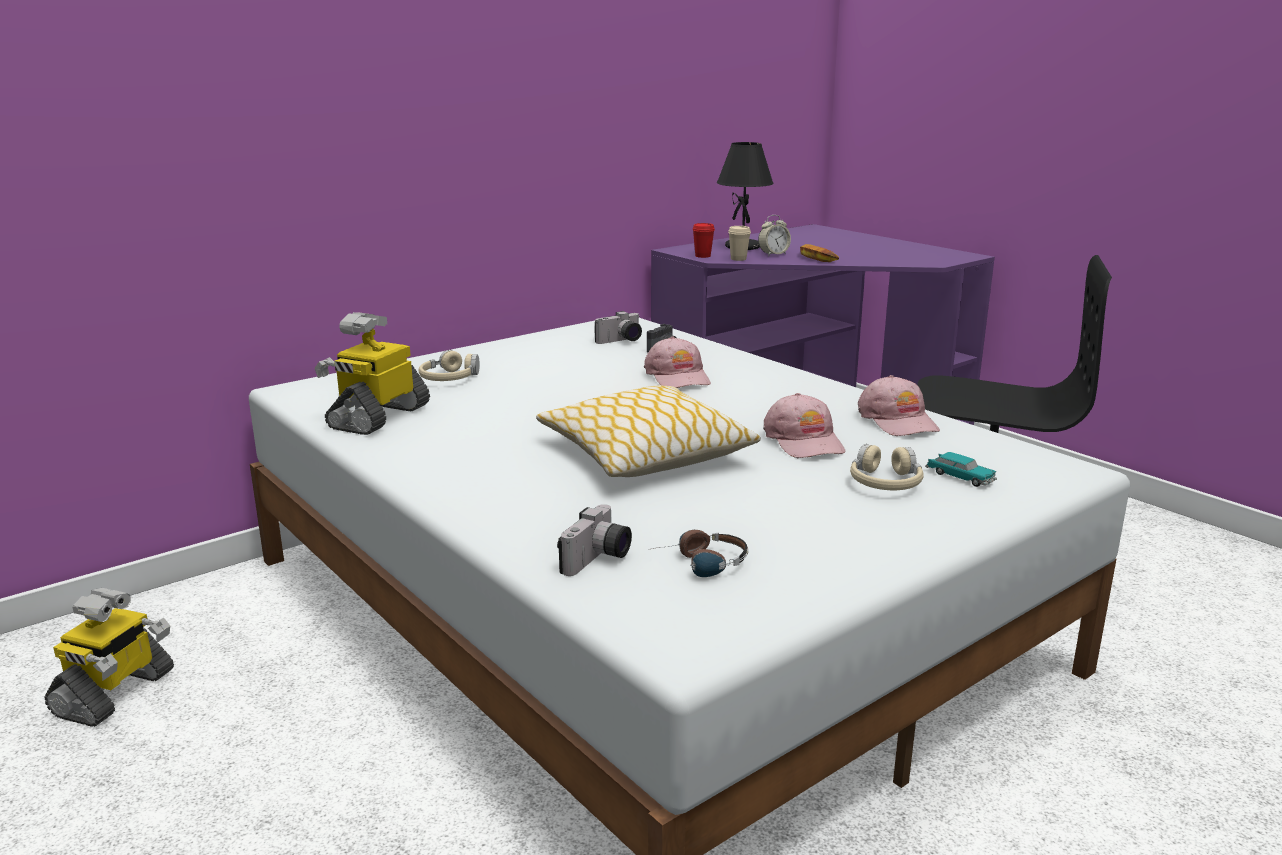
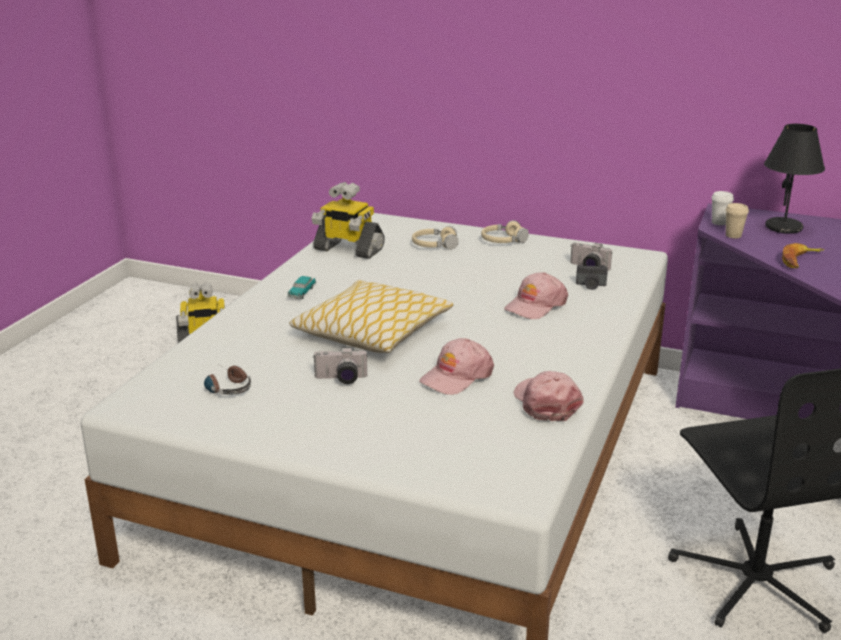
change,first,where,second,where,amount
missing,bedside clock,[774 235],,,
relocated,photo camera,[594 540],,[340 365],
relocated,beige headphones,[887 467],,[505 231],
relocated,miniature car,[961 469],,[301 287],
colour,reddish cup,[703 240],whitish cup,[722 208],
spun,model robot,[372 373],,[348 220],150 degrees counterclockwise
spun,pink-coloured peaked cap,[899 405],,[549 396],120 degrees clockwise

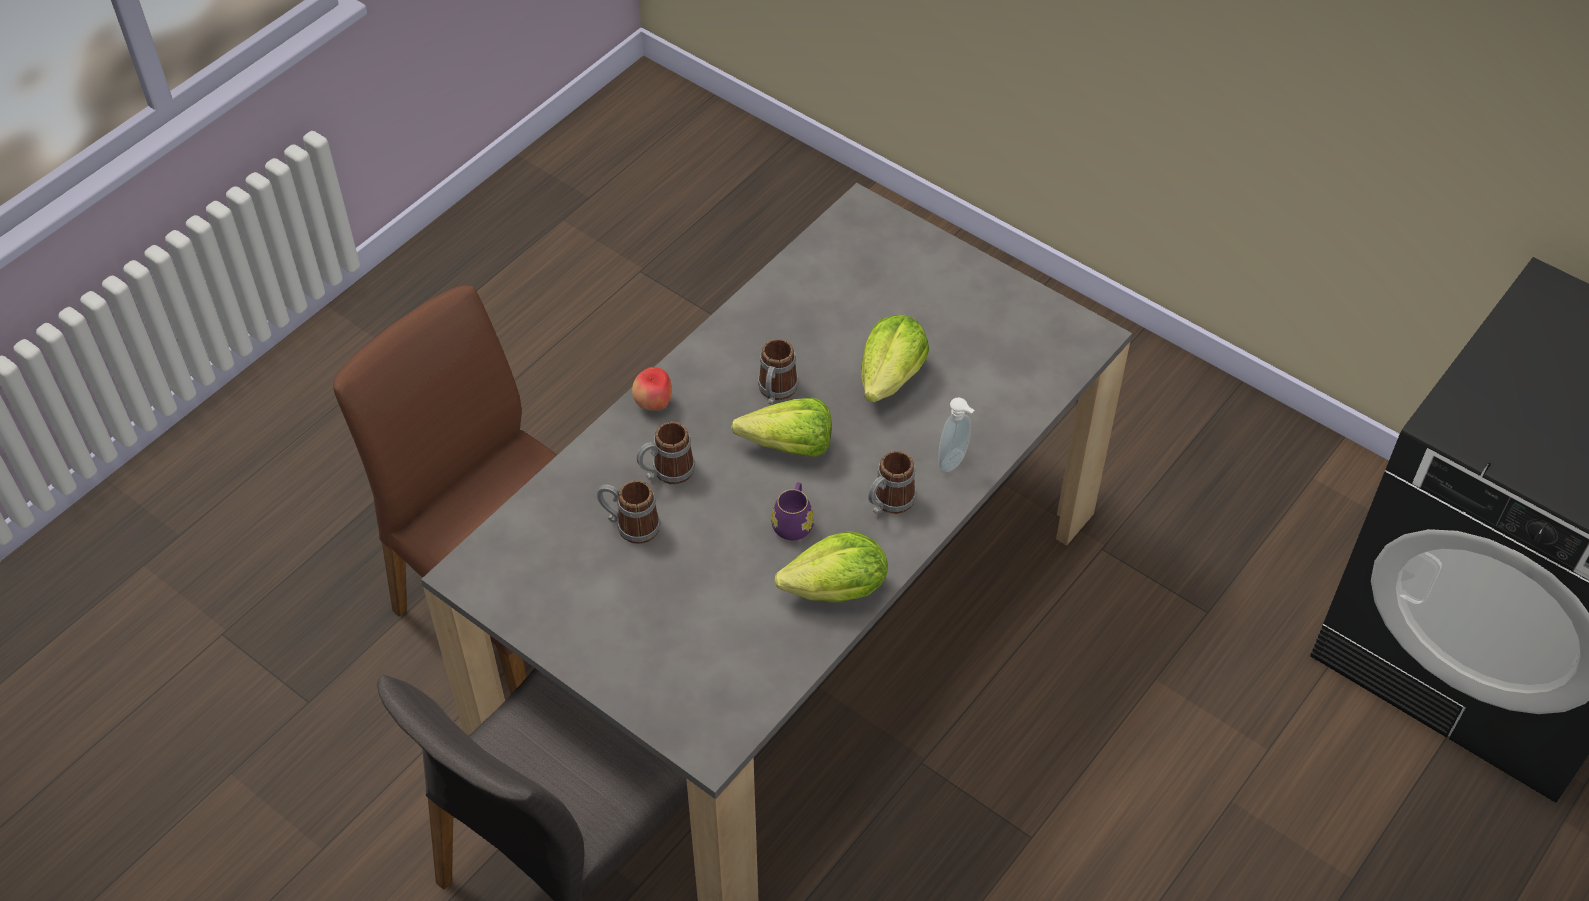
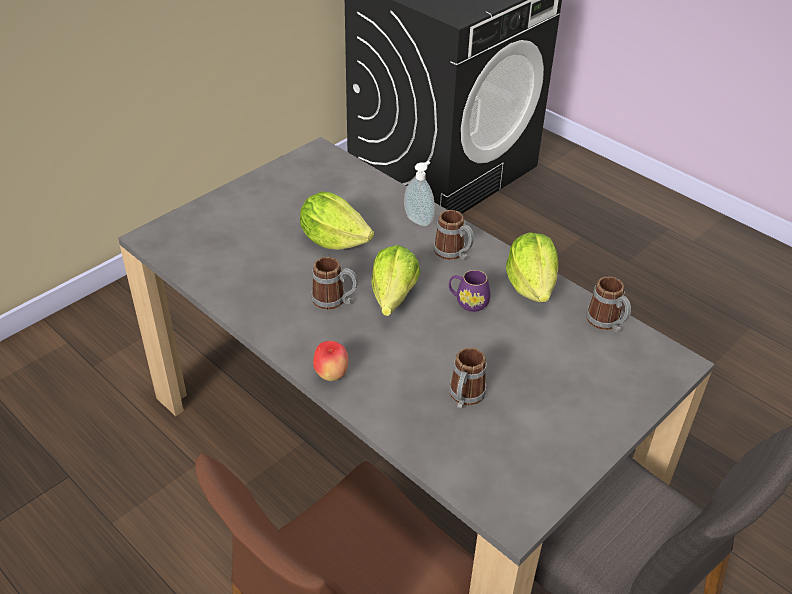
change,first,where,second,where,amount
relocated,coffee mug,[665 453],,[608 304],

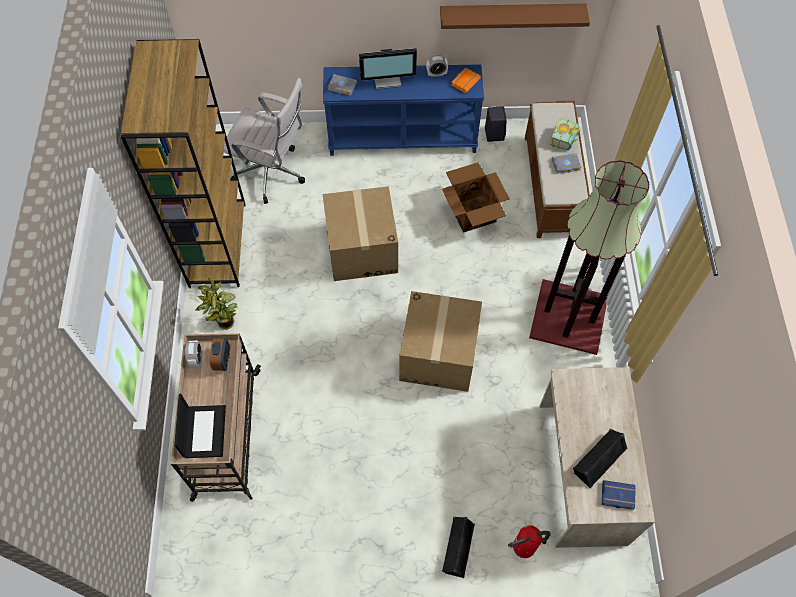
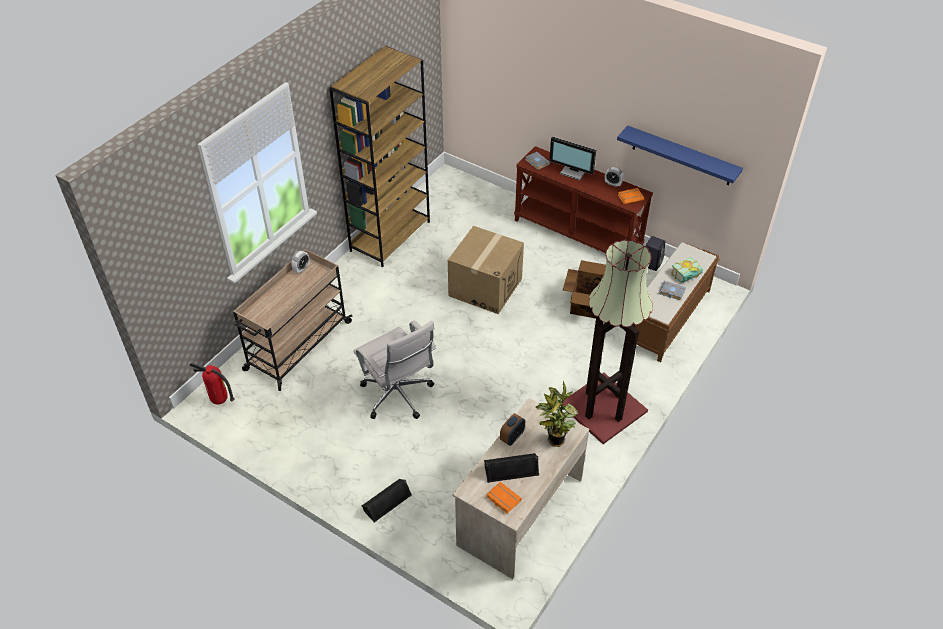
change,first,where,second,where,amount
missing,notebook computer,[200 426],,,
missing,cardboard box,[440 341],,,
relocated,plant in a pot,[217 303],,[557 414],
relocated,bedside clock,[219 354],,[512 429],
relocated,whitish desk chair,[264 141],,[394 369],
relocated,fire-fighting cylinder,[529 541],,[212 383],
colour,bluish console table,[403 110],brown-coloured console table,[583 199],
colour,brown-coloured wall shelf,[515 16],bluish wall shelf,[680 155],
colour,bluish book,[619 495],orangey book,[504 498],

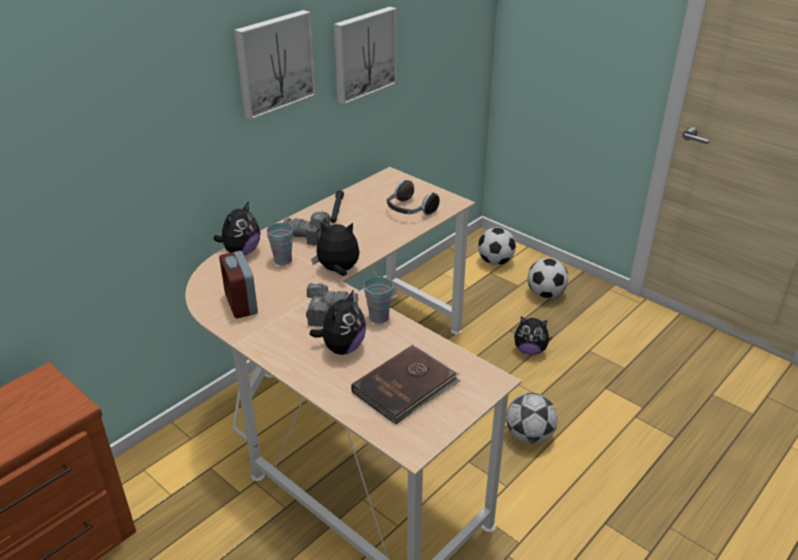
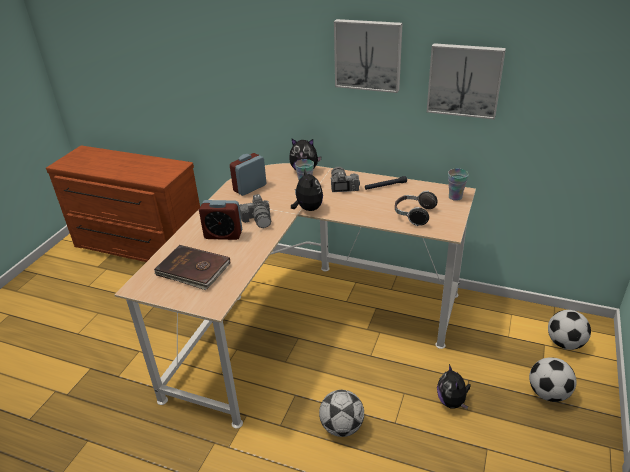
change,first,where,second,where,amount
relocated,cup,[378 300],,[458 185],
exchanged,plush toy,[338 322],bedside clock,[220 220],

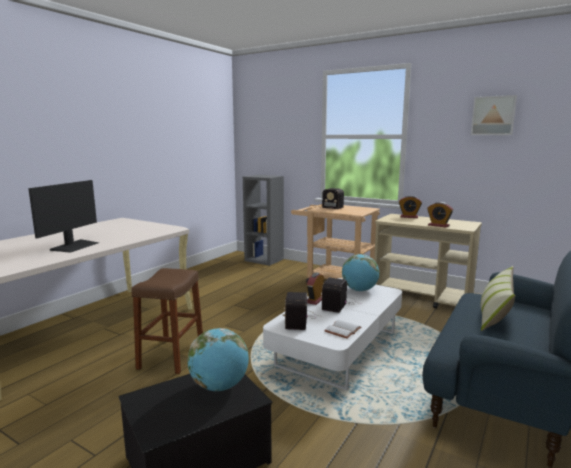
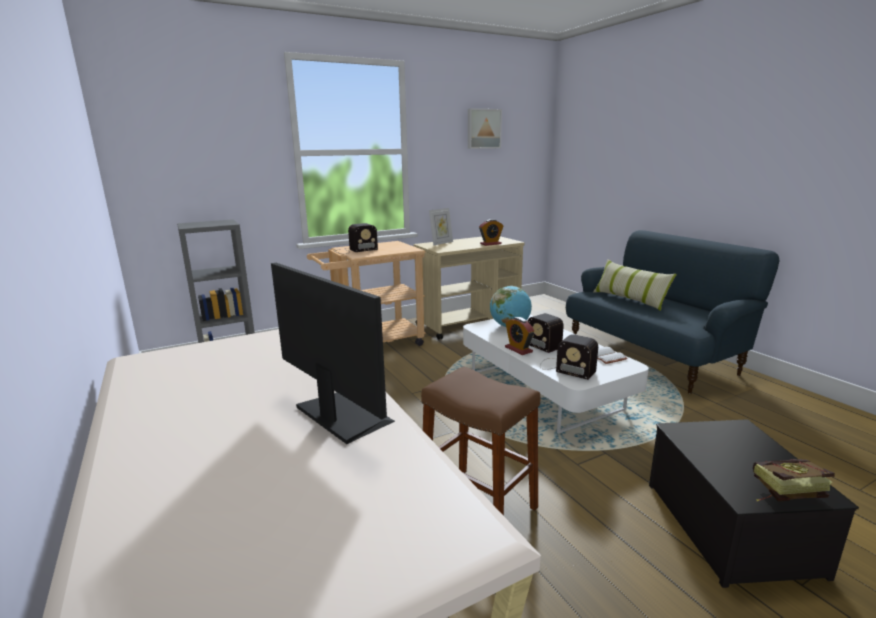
change,first,where,second,where,amount
missing,world globe,[218 359],,,
appeared,,,book,[794 480],
exchanged,bedside clock,[410 207],photo frame,[441 226],

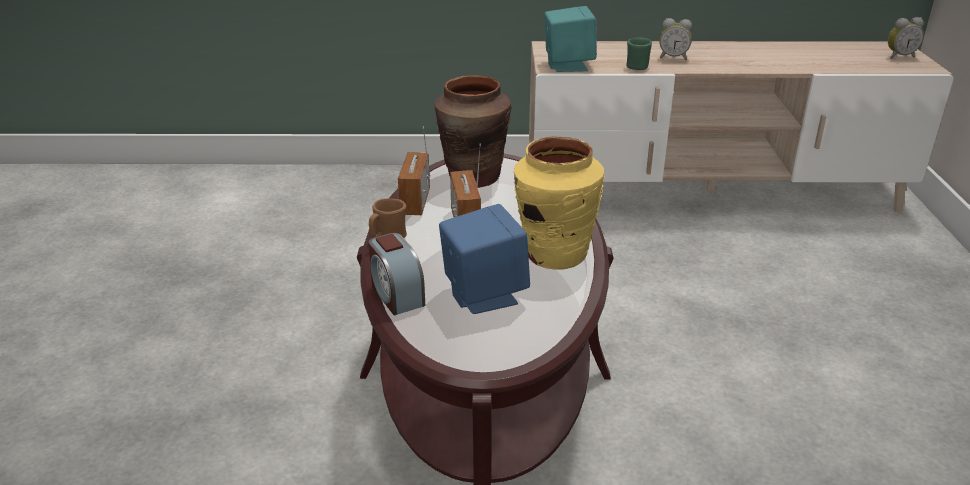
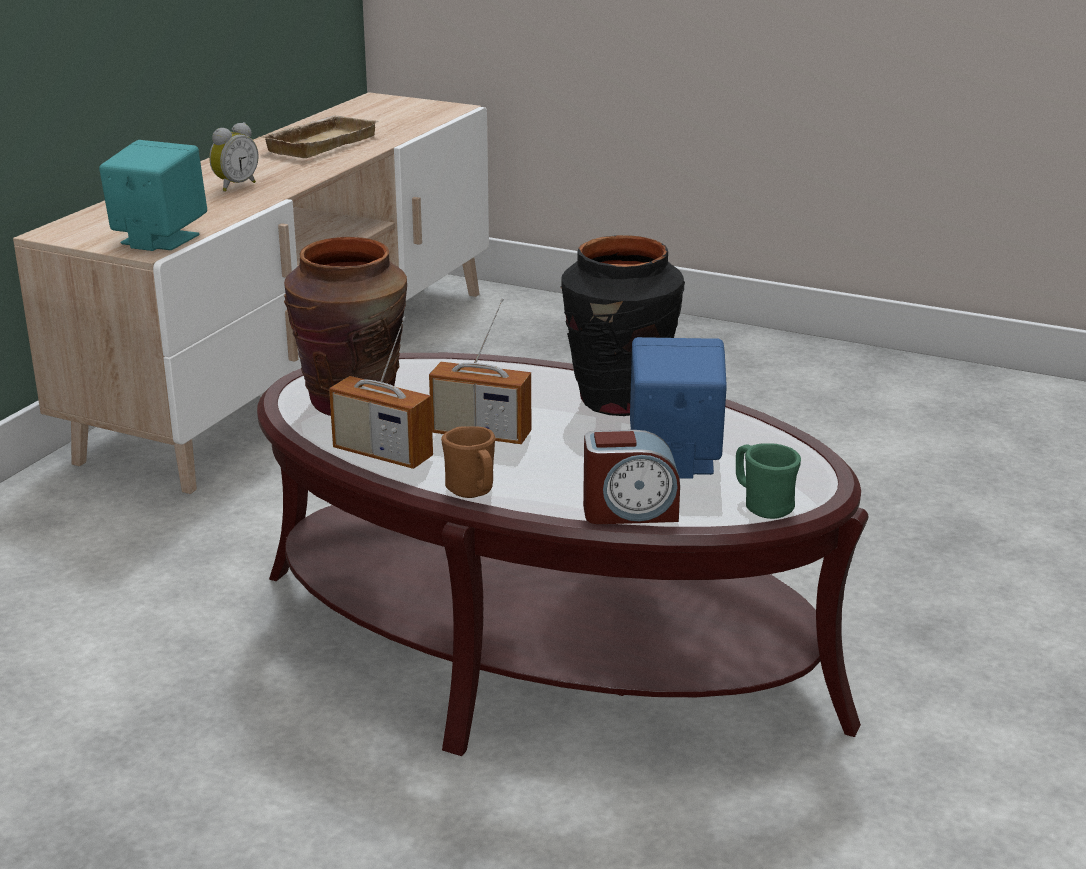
change,first,where,second,where,amount
missing,bedside clock,[906 38],,,
appeared,,,beige tray,[319 136],
relocated,green-coloured coffee mug,[639 53],,[768 481],
colour,yellowish flower vase,[559 203],black flower vase,[622 325],

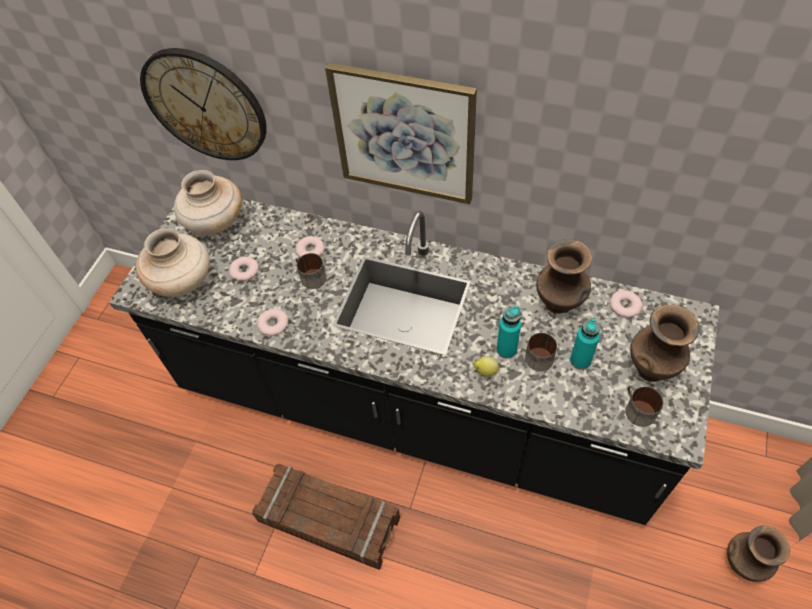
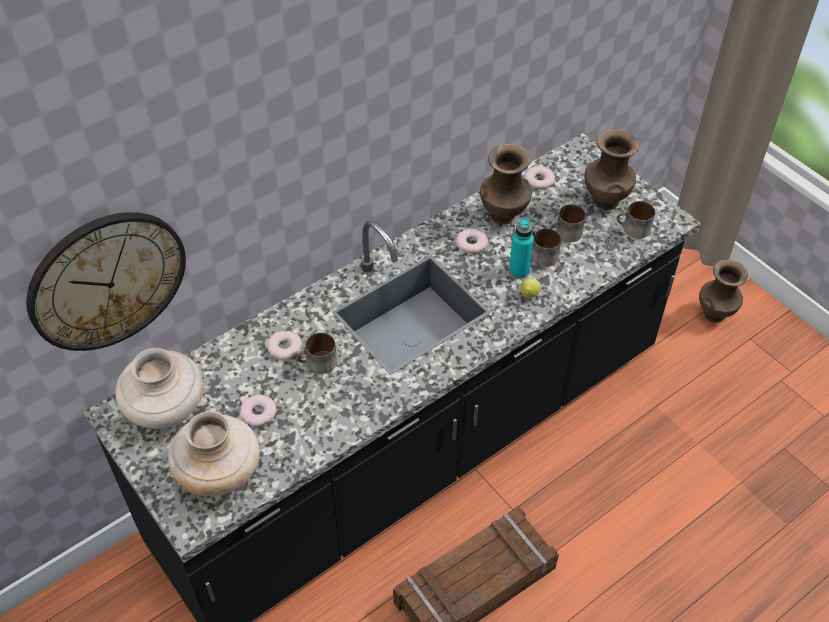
change,first,where,second,where,amount
missing,picture,[401 133],,,
relocated,donut,[272 322],,[472 240],
exchanged,blue-green beverage bottle,[585 344],coffee mug,[568 223],

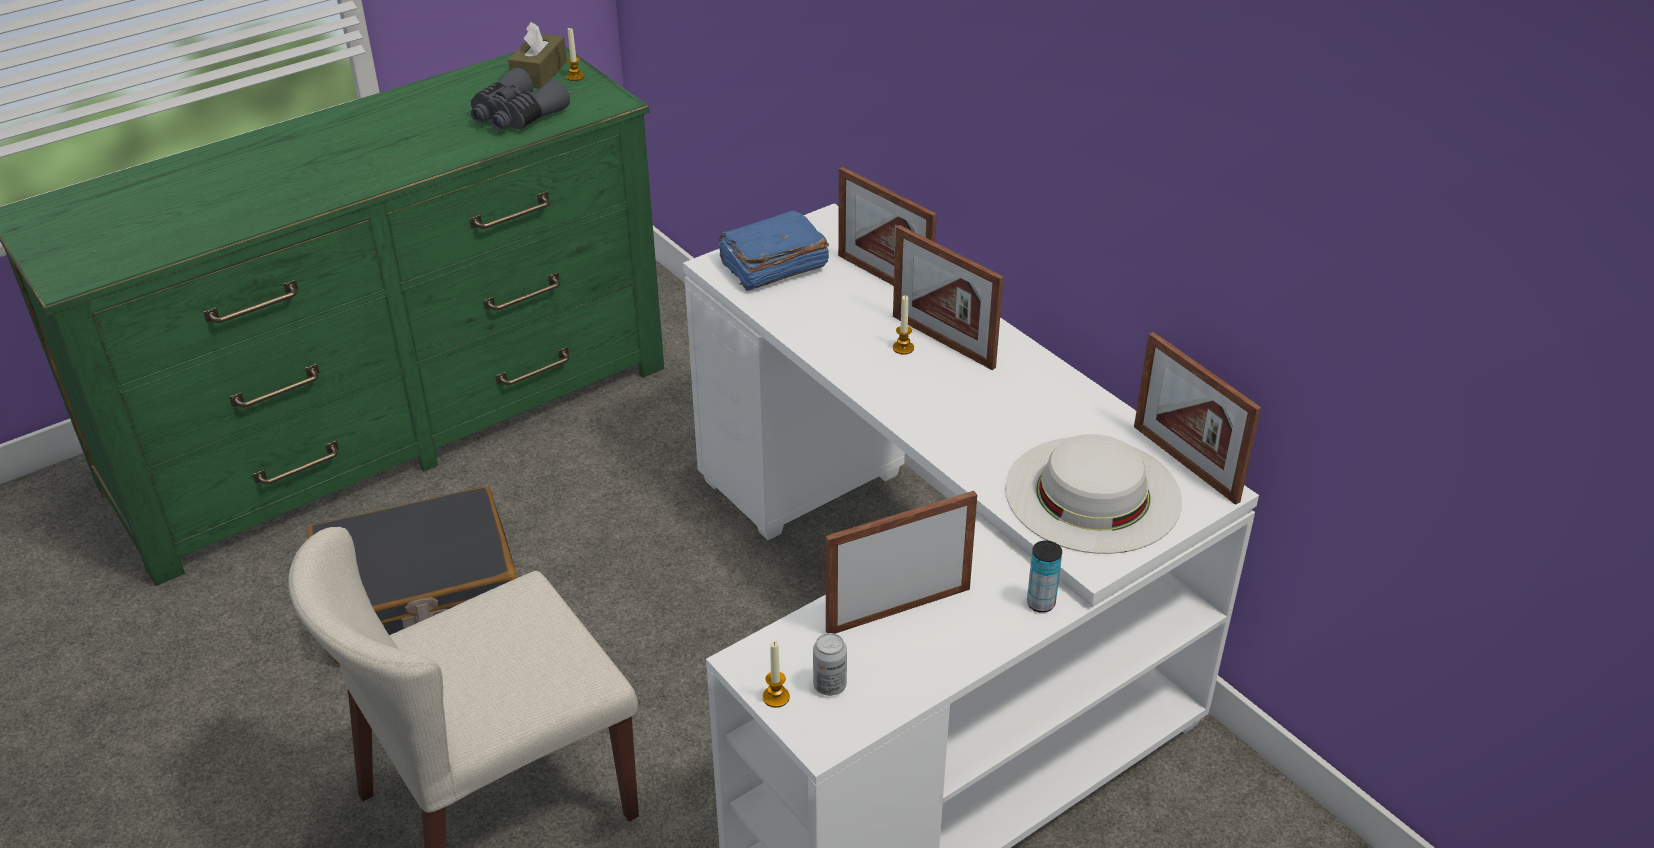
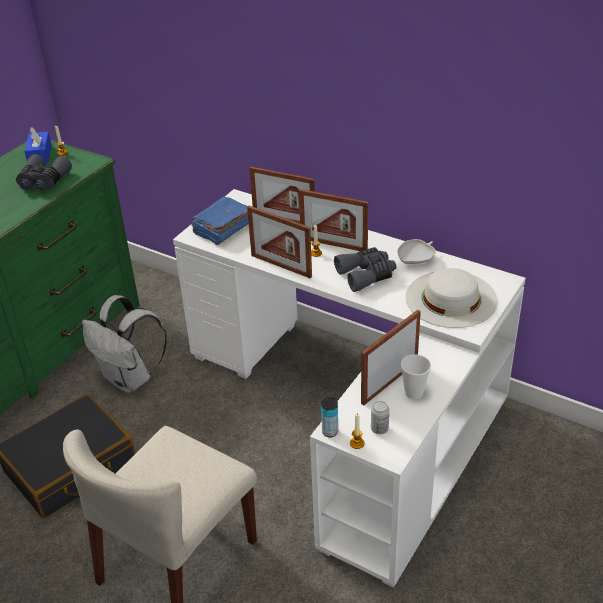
change,first,where,second,where,amount
appeared,,,whitish backpack,[124 344],
appeared,,,gray field glasses,[365 269],
appeared,,,whitish bowl,[416 251],
appeared,,,cup,[416 376],
relocated,metal can,[1044 576],,[329 417],
relocated,photo frame,[1197 418],,[279 242],
colour,brown-coloured box of tissues,[537 55],bluish box of tissues,[38 145],

